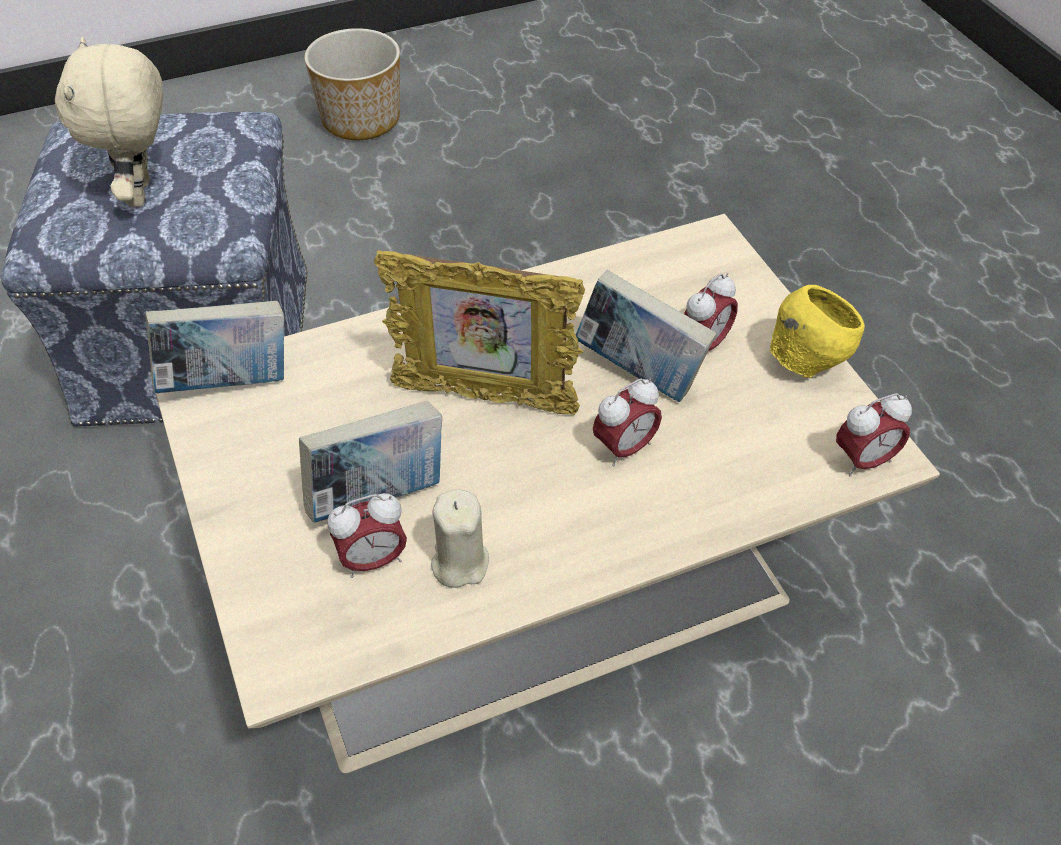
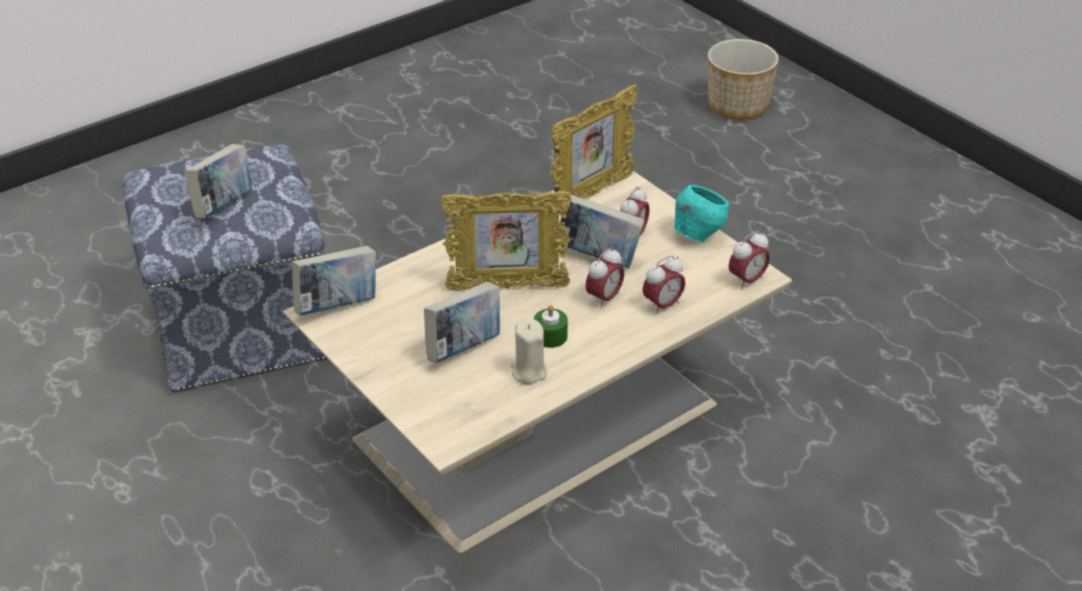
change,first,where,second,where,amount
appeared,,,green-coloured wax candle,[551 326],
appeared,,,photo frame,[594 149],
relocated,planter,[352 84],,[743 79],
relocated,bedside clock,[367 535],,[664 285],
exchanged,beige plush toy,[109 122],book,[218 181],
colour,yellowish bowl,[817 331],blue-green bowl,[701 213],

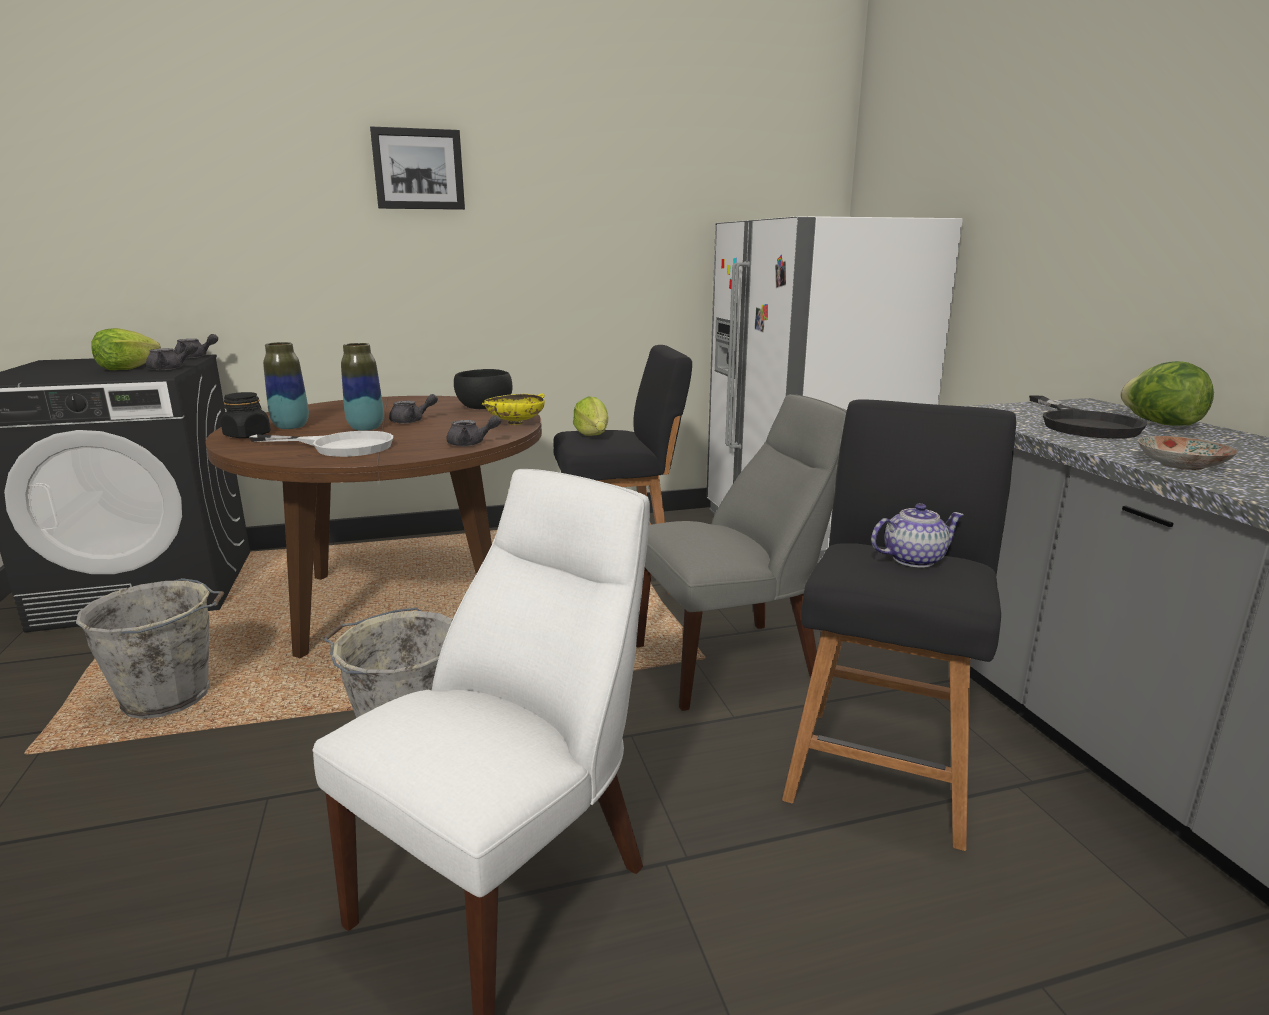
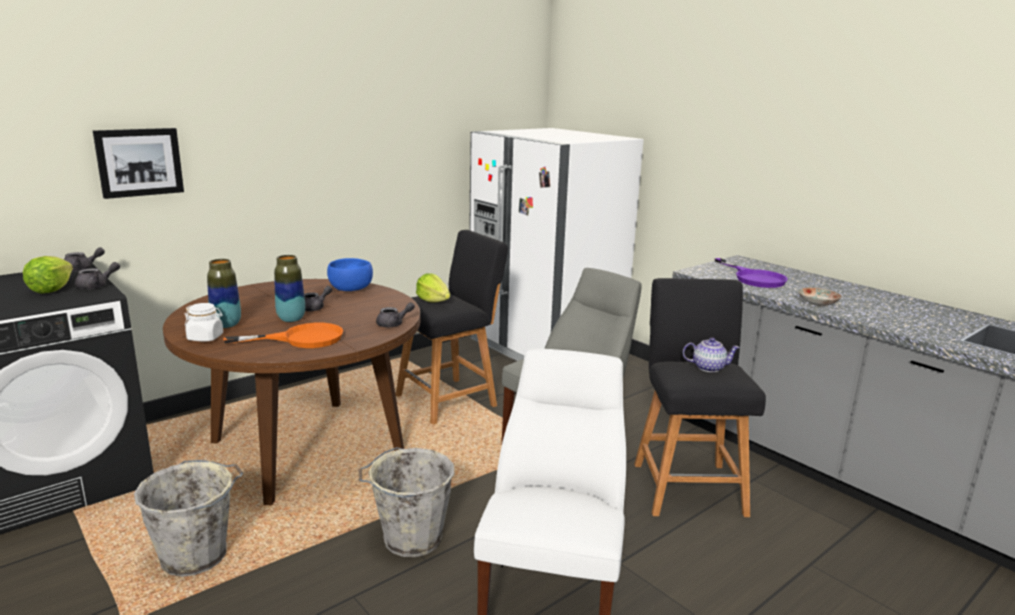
change,first,where,second,where,amount
missing,yellowish bowl,[513 409],,,
missing,lettuce head,[1167 393],,,
relocated,picture,[417 168],,[138 163],
colour,black storage jar,[246 415],whitish storage jar,[204 322],
colour,whitish skillet,[321 444],orangey skillet,[283 335],
colour,black bowl,[483 389],bluish bowl,[350 274],
colour,black skillet,[1088 417],purplish skillet,[751 273],
spun,pot for tea,[917 535],,[711 355],45 degrees clockwise

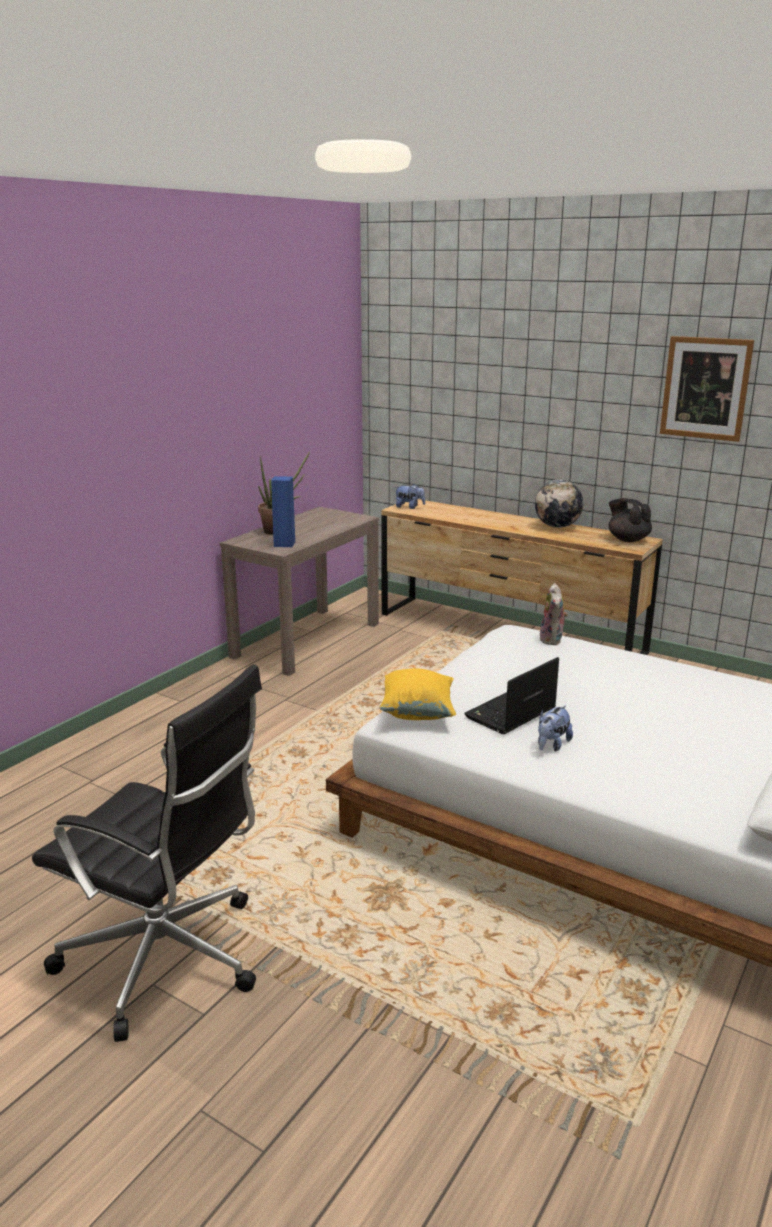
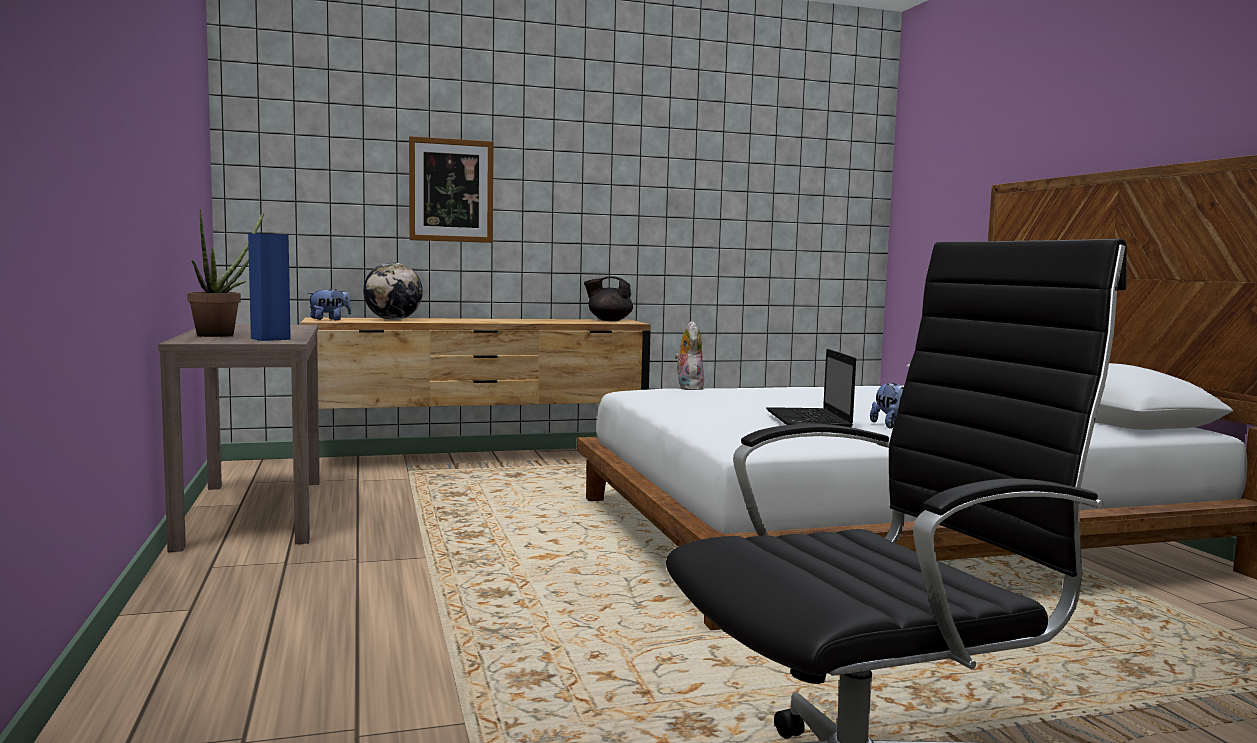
change,first,where,second,where,amount
missing,yellowish throw pillow,[418 694],,,
relocated,world globe,[559 504],,[393 291],
relocated,picture,[707 389],,[451 189],
spun,plush toy,[553 614],,[689 355],135 degrees counterclockwise

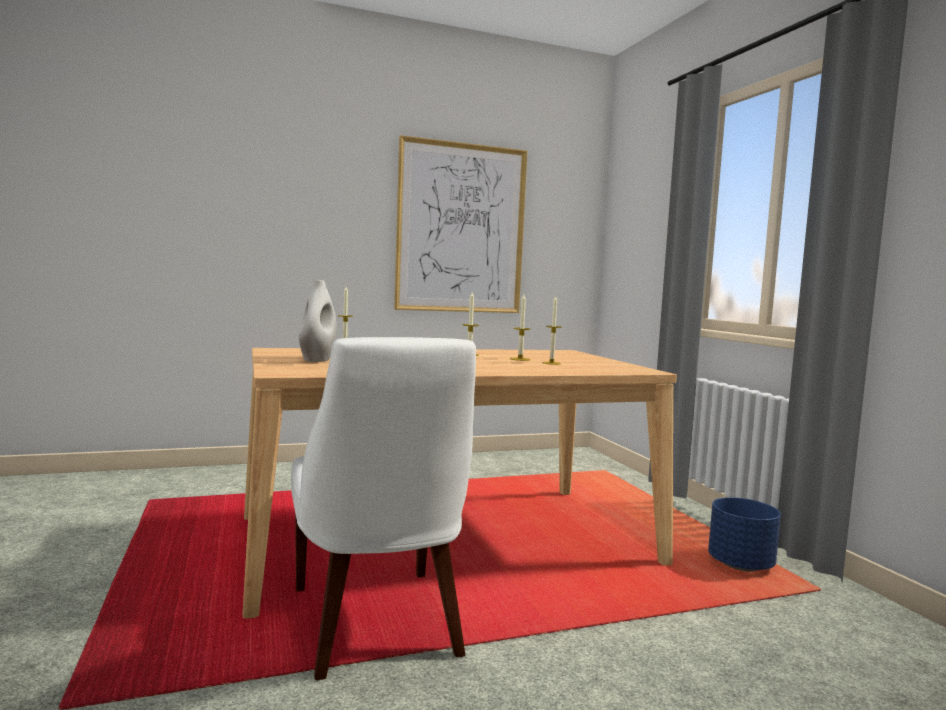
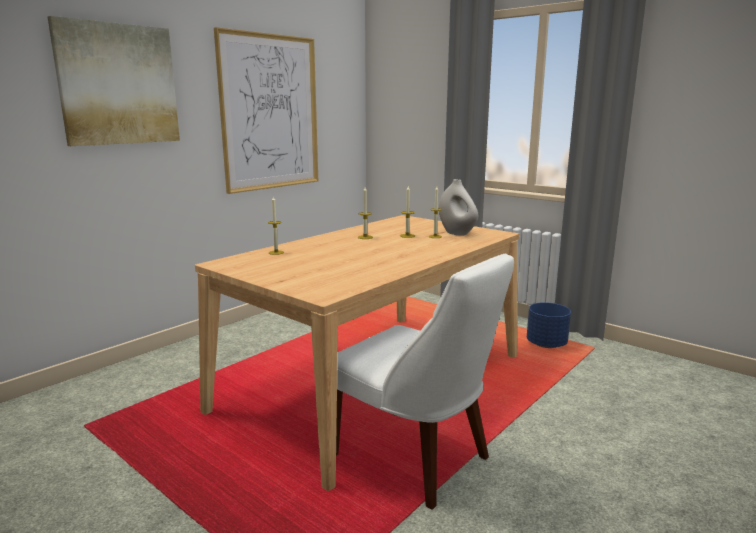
change,first,where,second,where,amount
appeared,,,picture,[113 81],
relocated,whitish flower vase,[318 321],,[458 207],

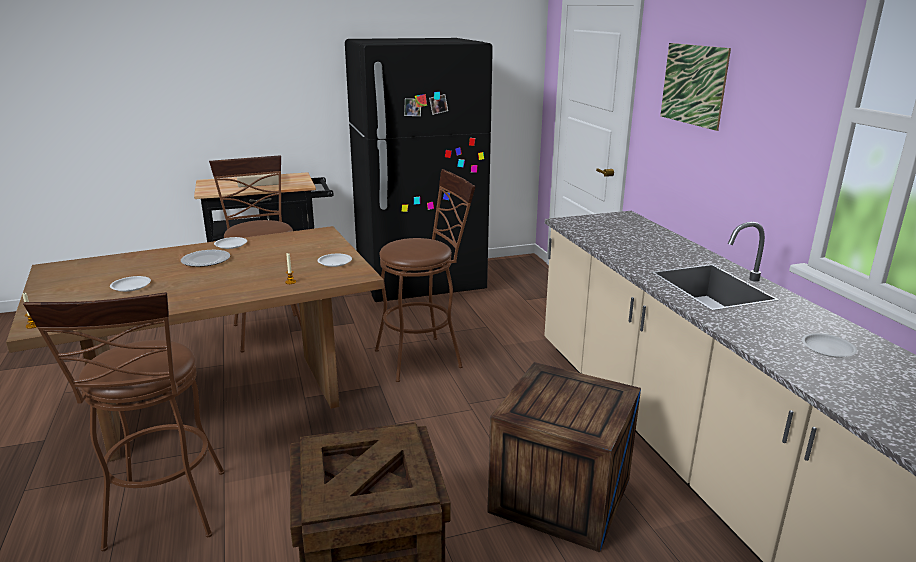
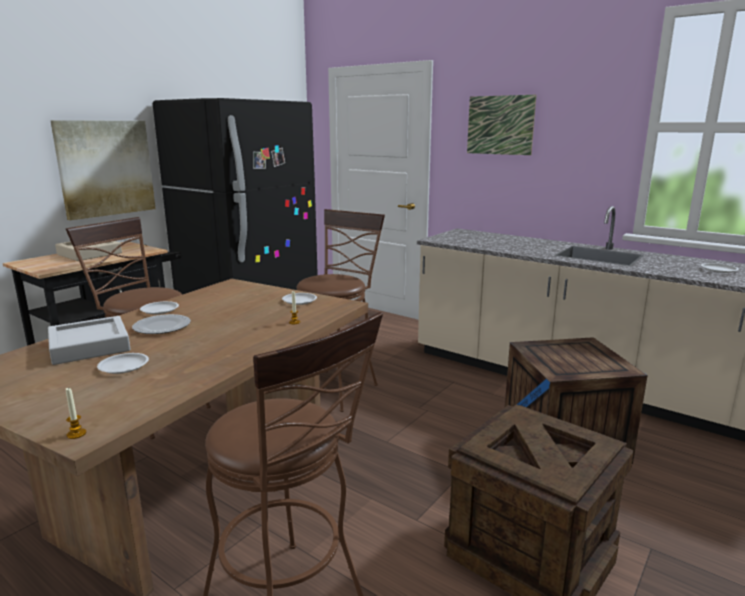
change,first,where,second,where,amount
appeared,,,gray tray,[89 340],
appeared,,,picture,[103 170],

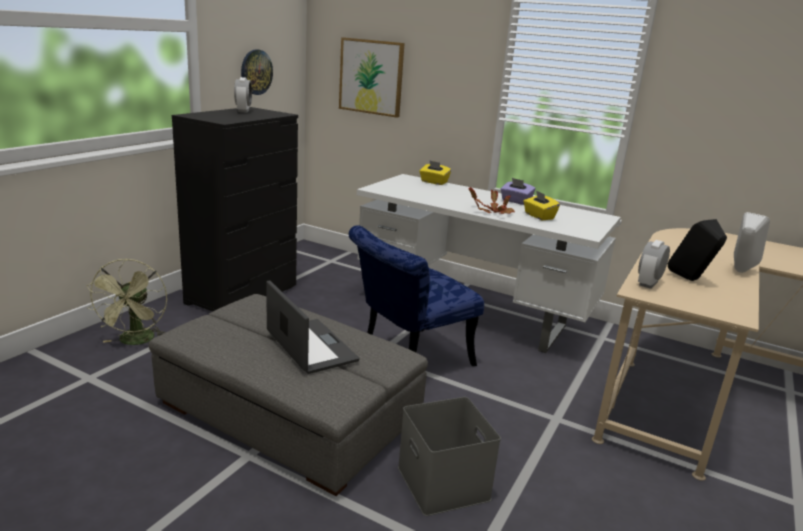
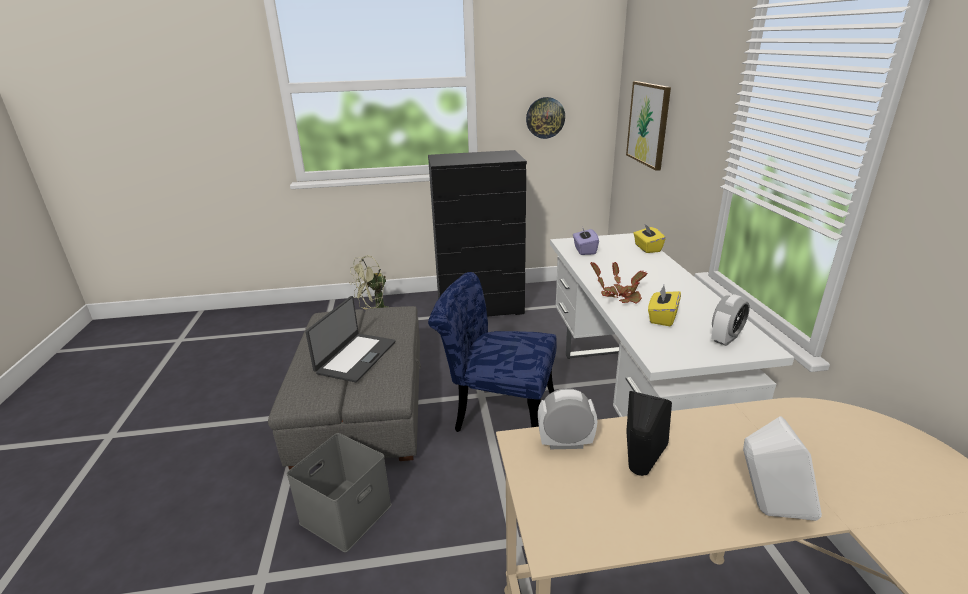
change,first,where,second,where,amount
relocated,bedside clock,[243 95],,[730 320],
relocated,purplish box of tissues,[518 191],,[586 242],

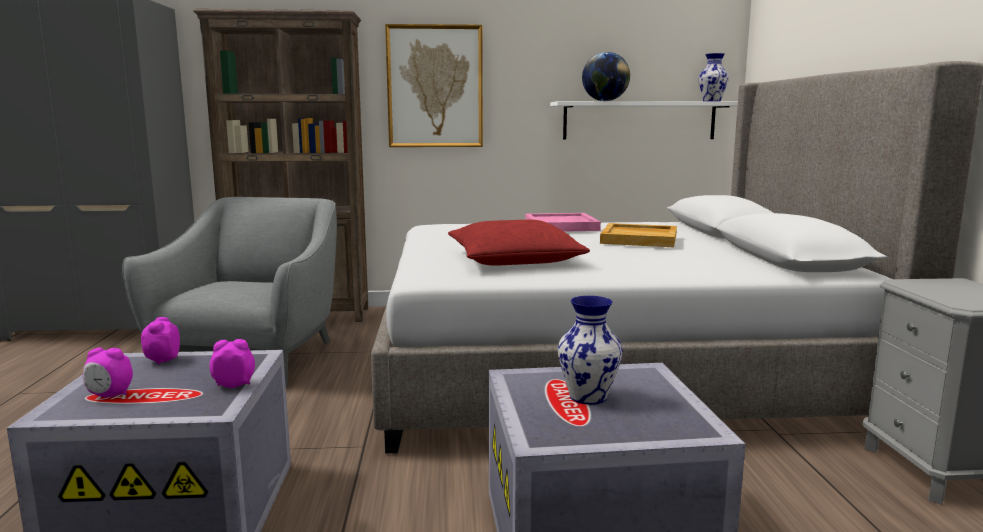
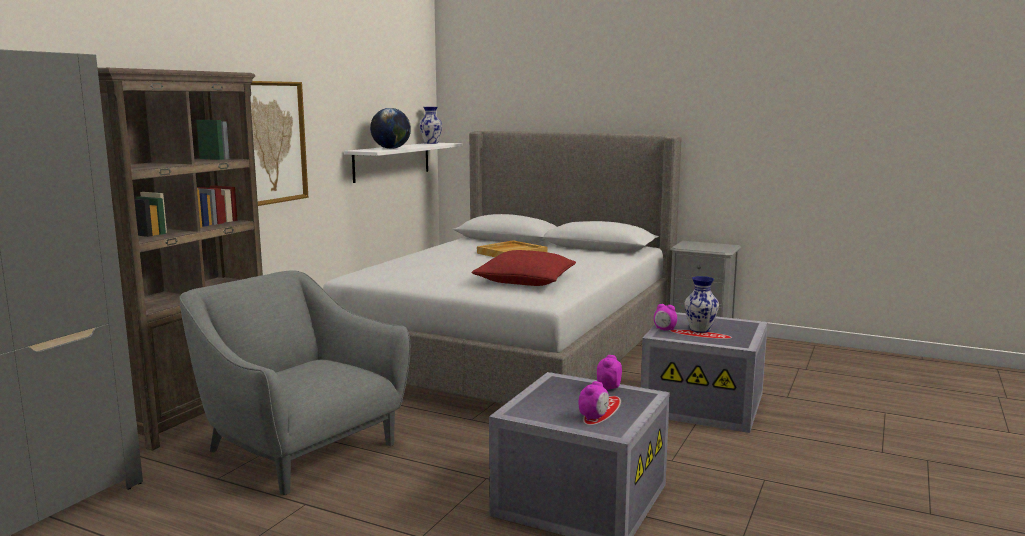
change,first,where,second,where,amount
missing,pink-coloured tray,[563 222],,,
relocated,bedside clock,[160 341],,[665 317],

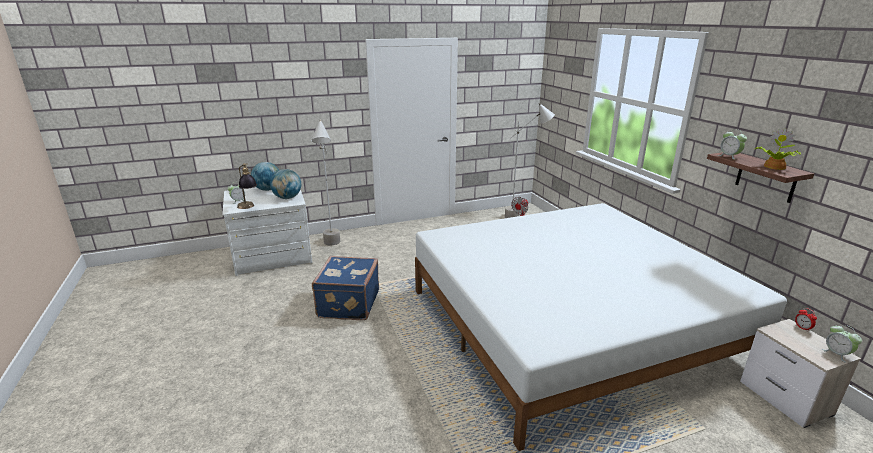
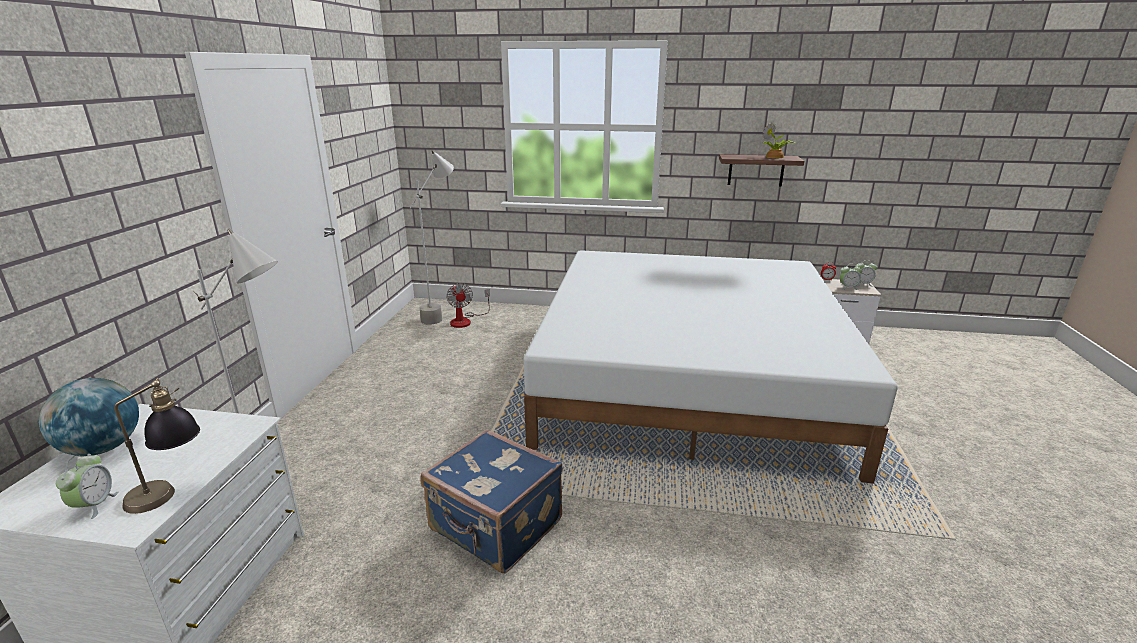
change,first,where,second,where,amount
missing,world globe,[285 184],,,
relocated,bedside clock,[732 144],,[851 276],

